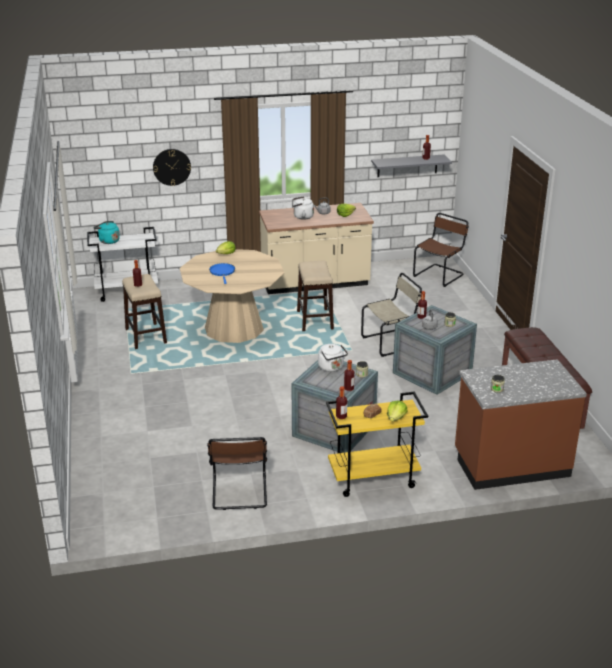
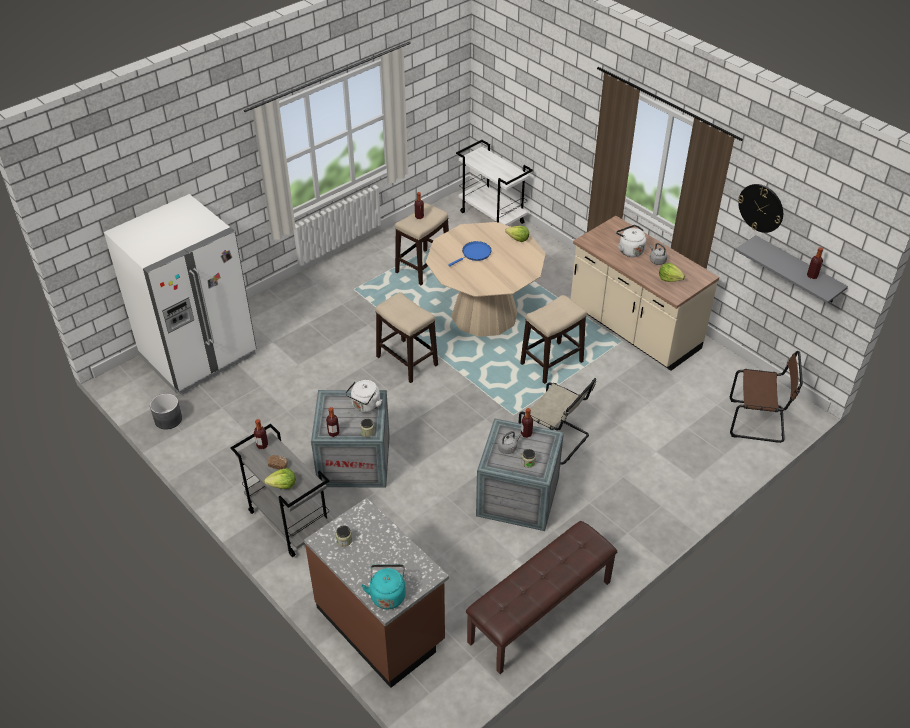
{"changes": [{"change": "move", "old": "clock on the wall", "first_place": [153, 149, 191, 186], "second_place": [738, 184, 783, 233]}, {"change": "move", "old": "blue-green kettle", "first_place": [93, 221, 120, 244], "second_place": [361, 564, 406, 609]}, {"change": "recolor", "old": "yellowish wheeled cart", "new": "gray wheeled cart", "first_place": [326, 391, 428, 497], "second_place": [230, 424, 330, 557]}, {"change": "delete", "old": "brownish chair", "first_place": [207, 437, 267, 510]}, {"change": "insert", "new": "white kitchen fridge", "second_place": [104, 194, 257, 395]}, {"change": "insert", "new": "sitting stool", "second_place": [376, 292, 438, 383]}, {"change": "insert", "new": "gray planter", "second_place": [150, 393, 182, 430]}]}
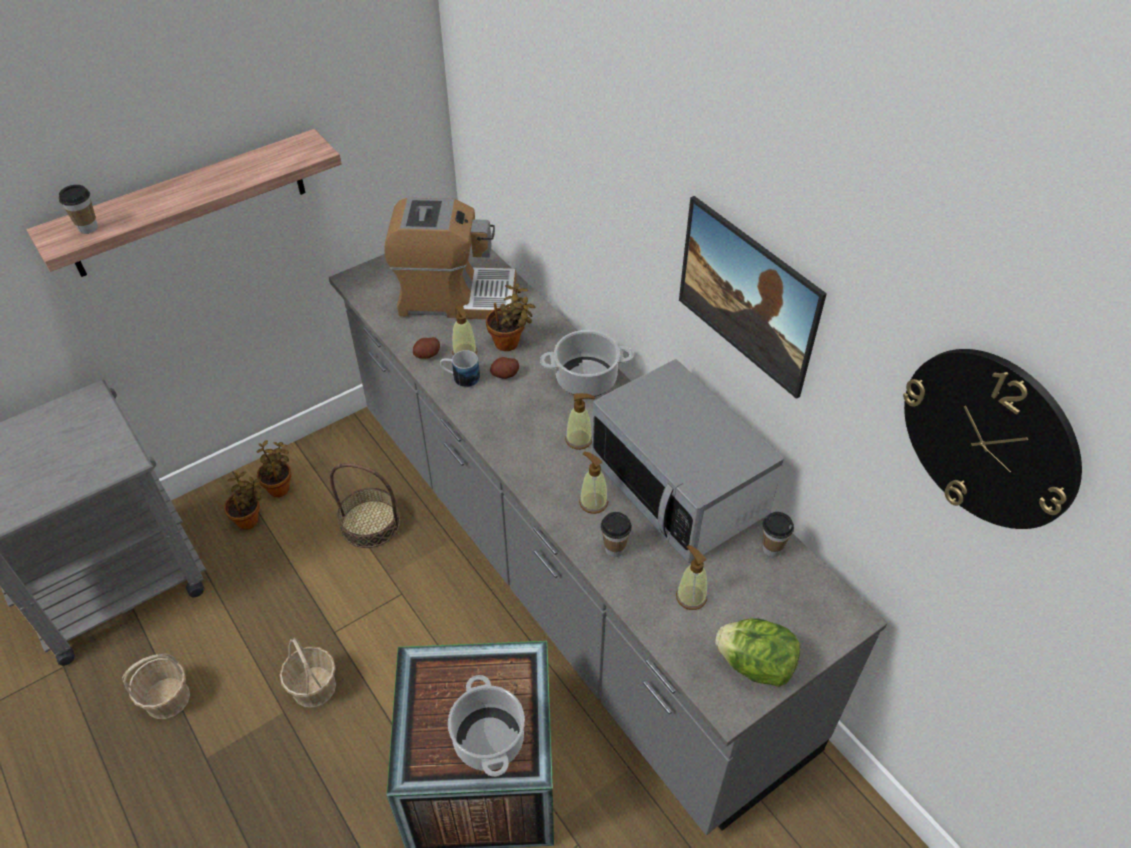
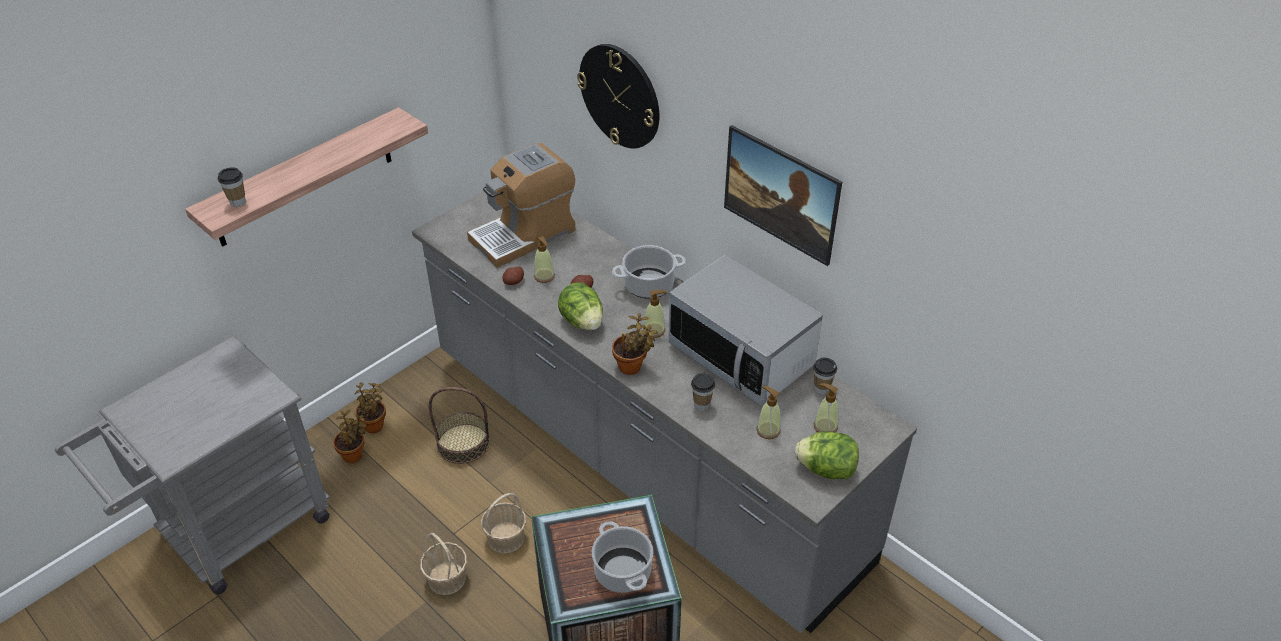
{"changes": [{"change": "rotate", "old": "coffee machine", "first_place": [384, 198, 516, 319], "second_place": [467, 143, 575, 268], "degrees": 150}, {"change": "move", "old": "potted plant", "first_place": [486, 283, 535, 351], "second_place": [612, 313, 658, 375]}, {"change": "move", "old": "clock on the wall", "first_place": [903, 349, 1082, 529], "second_place": [577, 44, 659, 149]}, {"change": "delete", "old": "tea mug", "first_place": [440, 350, 480, 387]}, {"change": "move", "old": "soap dispenser", "first_place": [579, 452, 608, 514], "second_place": [814, 383, 839, 432]}, {"change": "move", "old": "basket", "first_place": [122, 653, 190, 719], "second_place": [481, 493, 527, 554]}, {"change": "insert", "new": "head of lettuce", "second_place": [558, 282, 603, 330]}]}
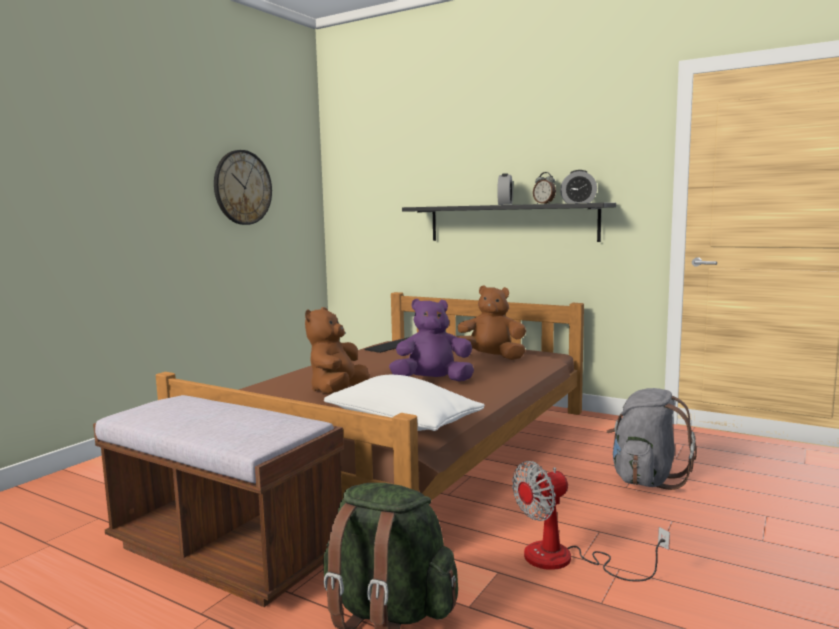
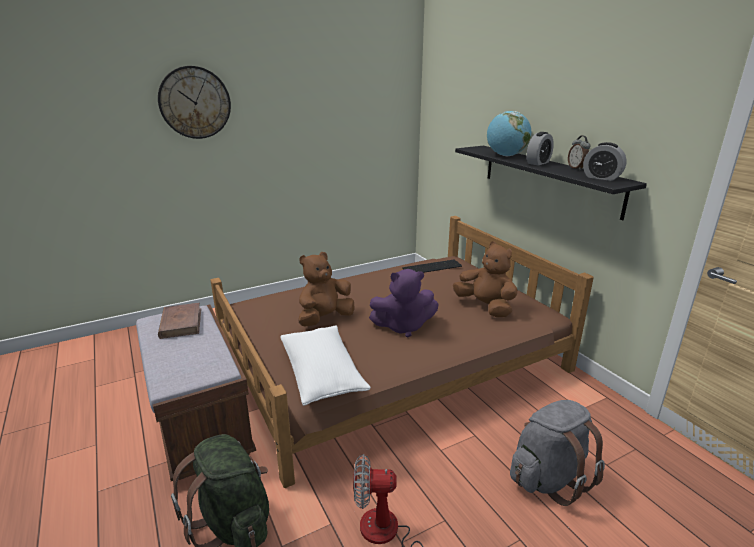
{"changes": [{"change": "move", "old": "clock on the wall", "first_place": [214, 150, 272, 225], "second_place": [158, 66, 231, 139]}, {"change": "rotate", "old": "purple-coloured cuddly toy", "first_place": [389, 299, 474, 381], "second_place": [369, 269, 439, 337], "degrees": 150}, {"change": "insert", "new": "globe", "second_place": [487, 111, 531, 156]}, {"change": "insert", "new": "brownish book", "second_place": [158, 303, 201, 339]}]}
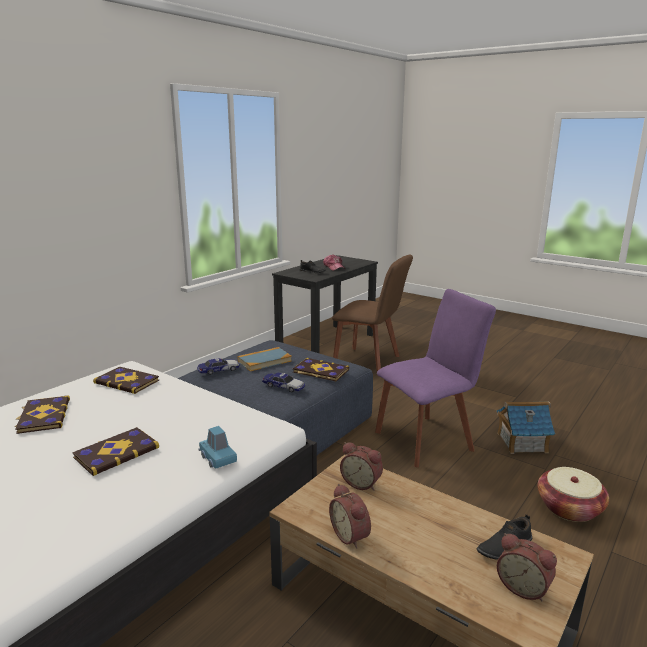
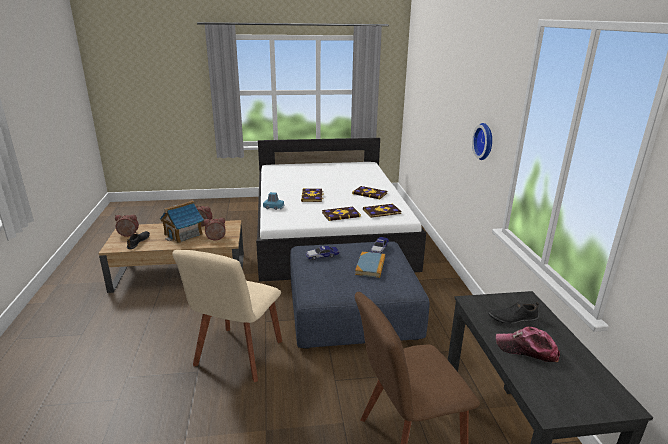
{"changes": [{"change": "recolor", "old": "purple-coloured chair", "new": "beige chair", "first_place": [375, 289, 496, 468], "second_place": [173, 250, 282, 382]}, {"change": "move", "old": "book", "first_place": [293, 358, 349, 381], "second_place": [322, 207, 361, 221]}, {"change": "move", "old": "model house", "first_place": [497, 401, 555, 454], "second_place": [160, 200, 204, 243]}, {"change": "delete", "old": "basket", "first_place": [538, 467, 609, 522]}, {"change": "insert", "new": "clock on the wall", "second_place": [472, 123, 492, 160]}]}
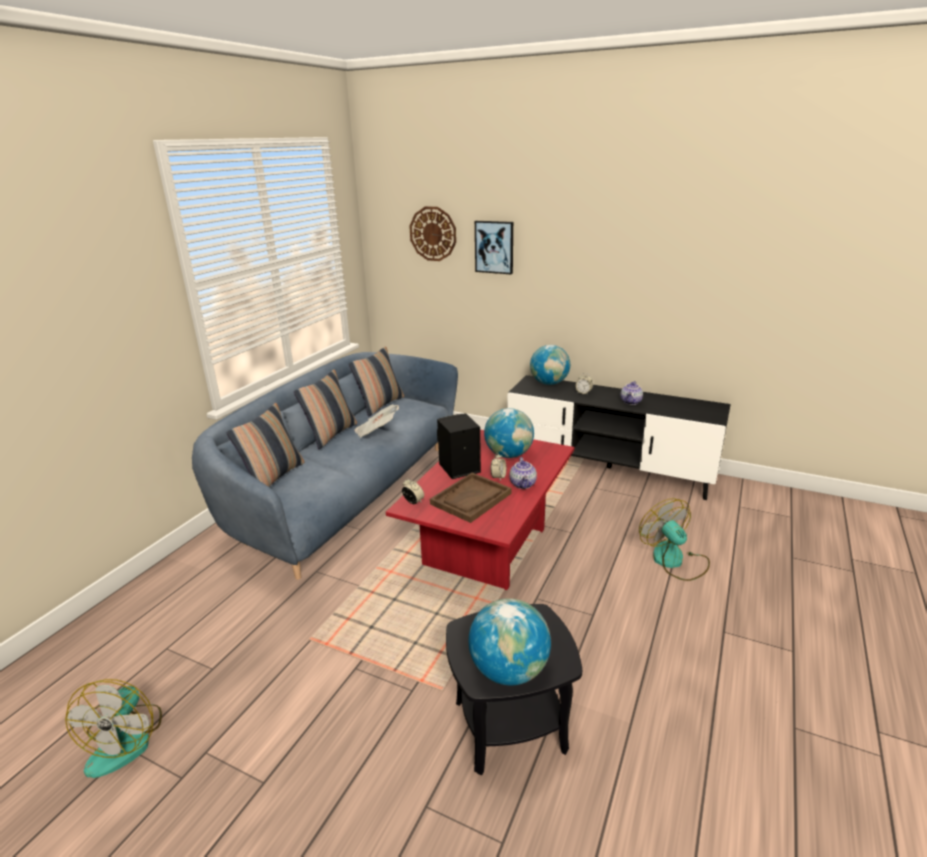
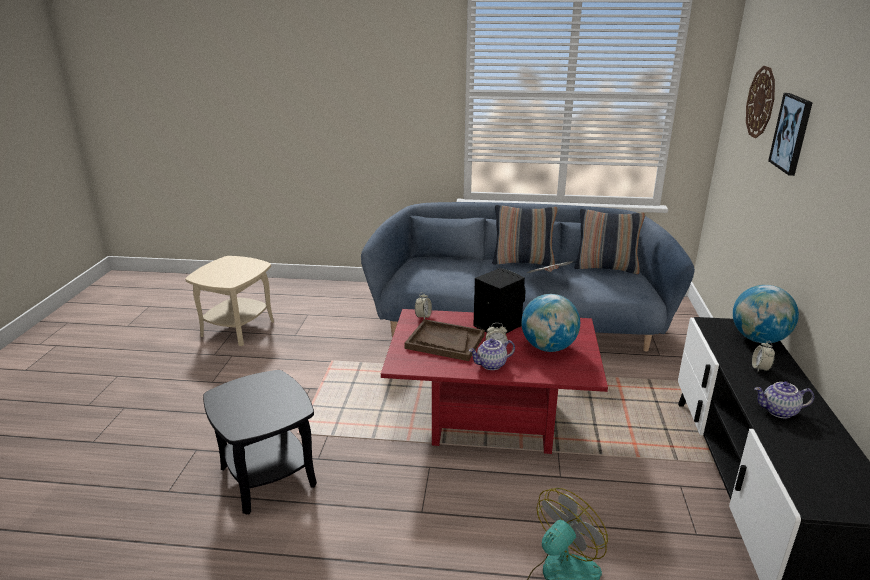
{"changes": [{"change": "delete", "old": "pillow", "first_place": [227, 403, 304, 487]}, {"change": "delete", "old": "globe", "first_place": [469, 598, 551, 685]}, {"change": "replace", "old": "electric fan", "new": "beige end table", "first_place": [65, 679, 162, 778], "second_place": [185, 256, 274, 346]}]}
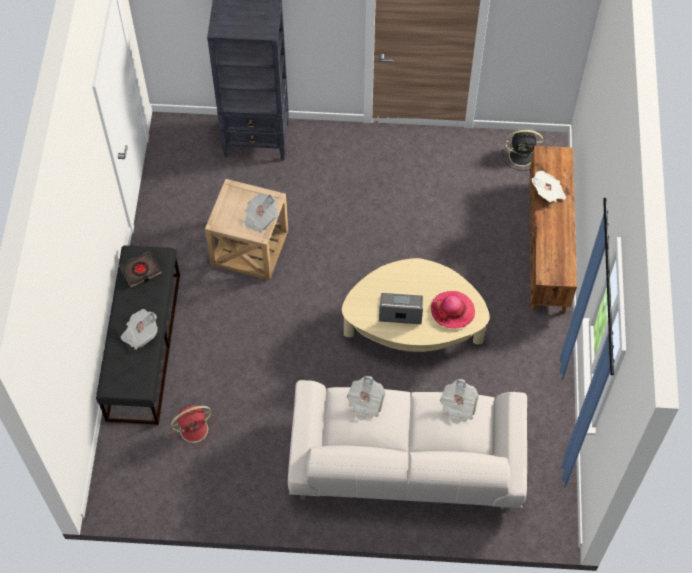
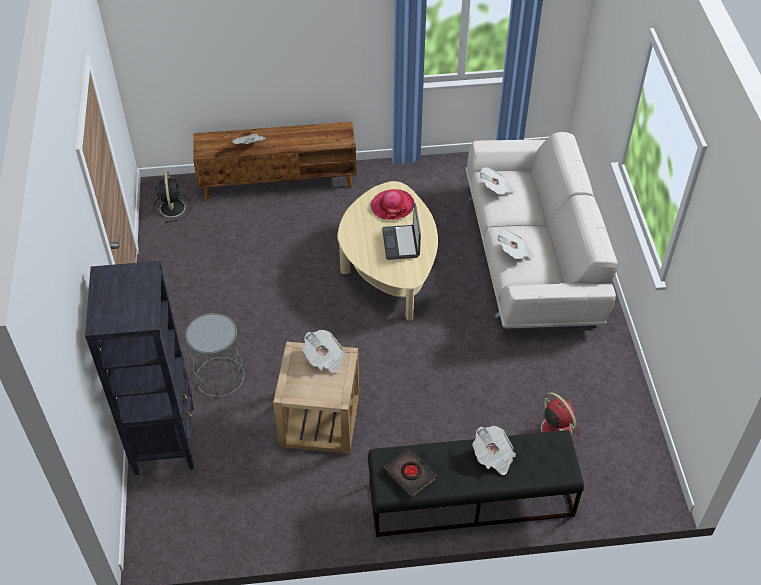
{"changes": [{"change": "insert", "new": "gray end table", "second_place": [185, 313, 244, 397]}]}
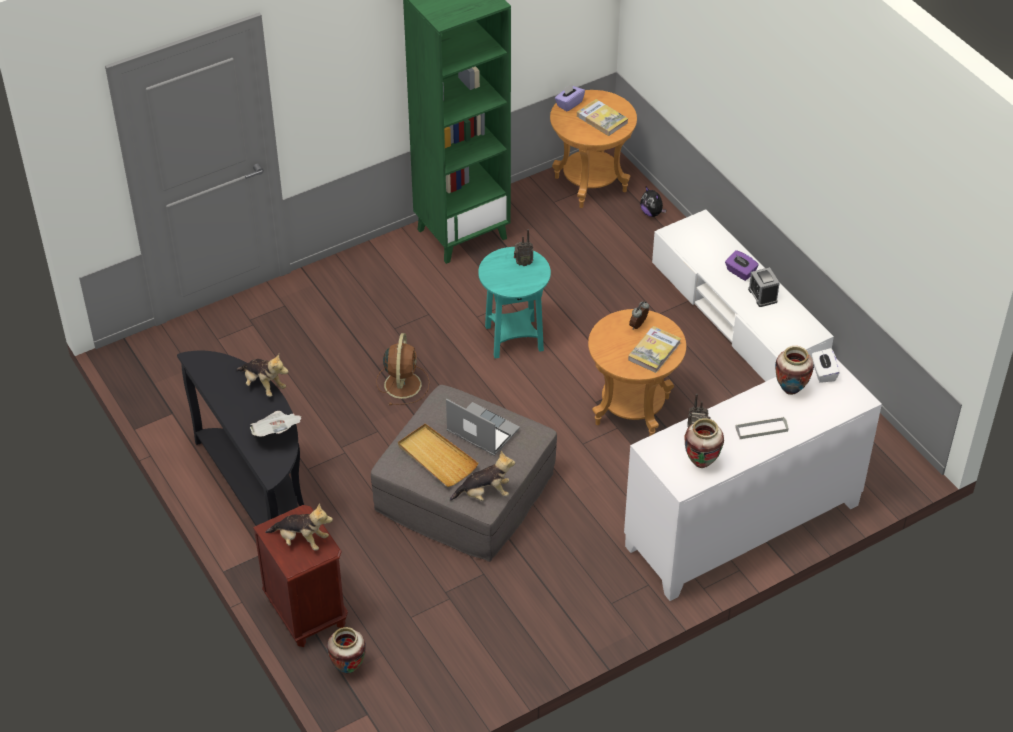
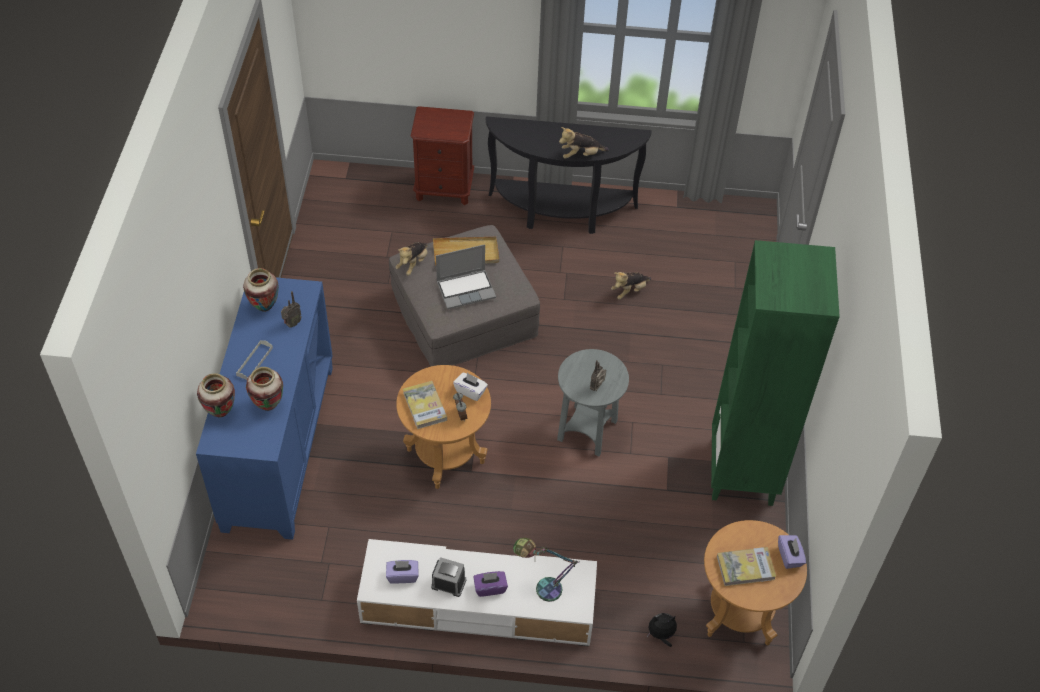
{"changes": [{"change": "recolor", "old": "blue-green end table", "new": "gray end table", "first_place": [478, 247, 551, 358], "second_place": [557, 349, 629, 456]}, {"change": "delete", "old": "brownish electric fan", "first_place": [376, 333, 430, 405]}, {"change": "move", "old": "white tissue box", "first_place": [812, 348, 840, 383], "second_place": [453, 373, 488, 401]}, {"change": "recolor", "old": "white cabinet", "new": "blue cabinet", "first_place": [624, 360, 882, 601], "second_place": [196, 277, 333, 540]}, {"change": "delete", "old": "printed paper", "first_place": [250, 411, 301, 437]}, {"change": "move", "old": "cuddly toy", "first_place": [265, 503, 333, 551], "second_place": [611, 272, 651, 300]}, {"change": "move", "old": "decorative vase", "first_place": [327, 627, 366, 673], "second_place": [197, 373, 235, 417]}, {"change": "insert", "new": "table lamp", "second_place": [513, 538, 579, 602]}, {"change": "insert", "new": "purple-coloured tissue box", "second_place": [386, 560, 419, 584]}]}
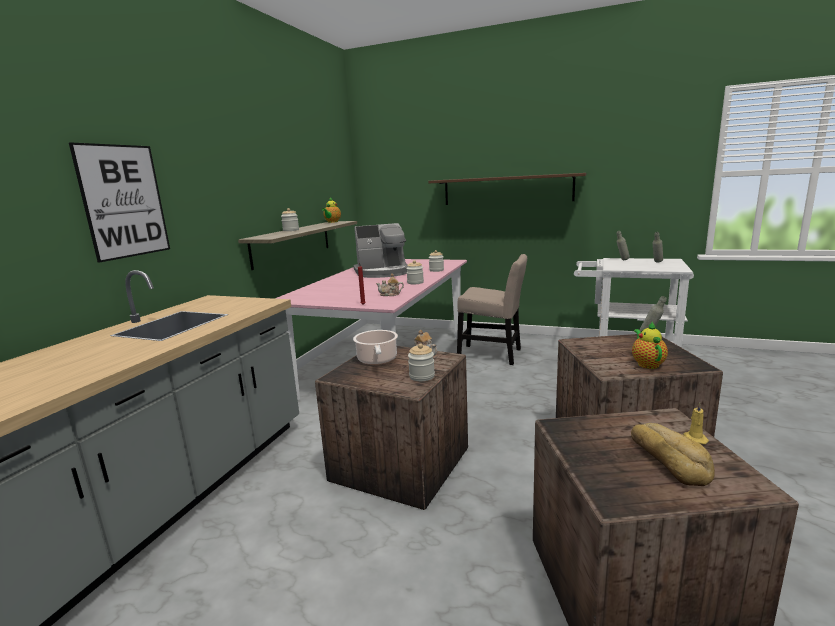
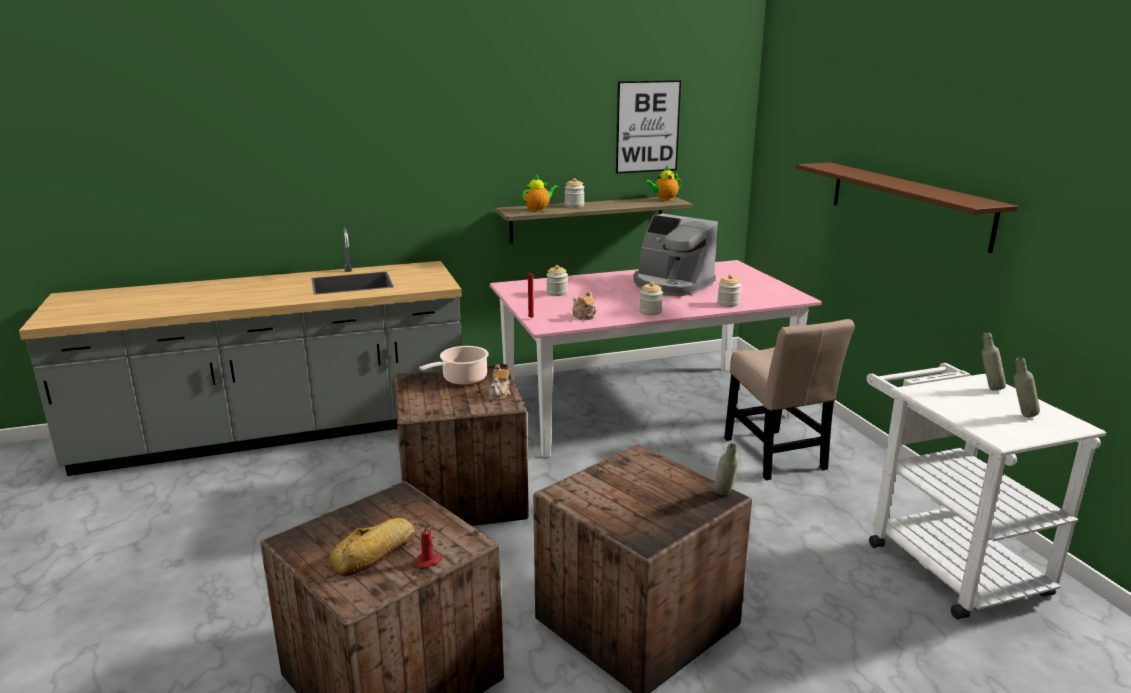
{"changes": [{"change": "move", "old": "wall picture", "first_place": [69, 142, 170, 263], "second_place": [616, 80, 681, 173]}, {"change": "move", "old": "tea pot", "first_place": [632, 322, 668, 369], "second_place": [522, 174, 558, 212]}, {"change": "move", "old": "jar", "first_place": [408, 343, 435, 381], "second_place": [546, 265, 568, 296]}, {"change": "recolor", "old": "yellowish candle", "new": "red-coloured candle", "first_place": [683, 402, 709, 444], "second_place": [415, 524, 443, 568]}]}
